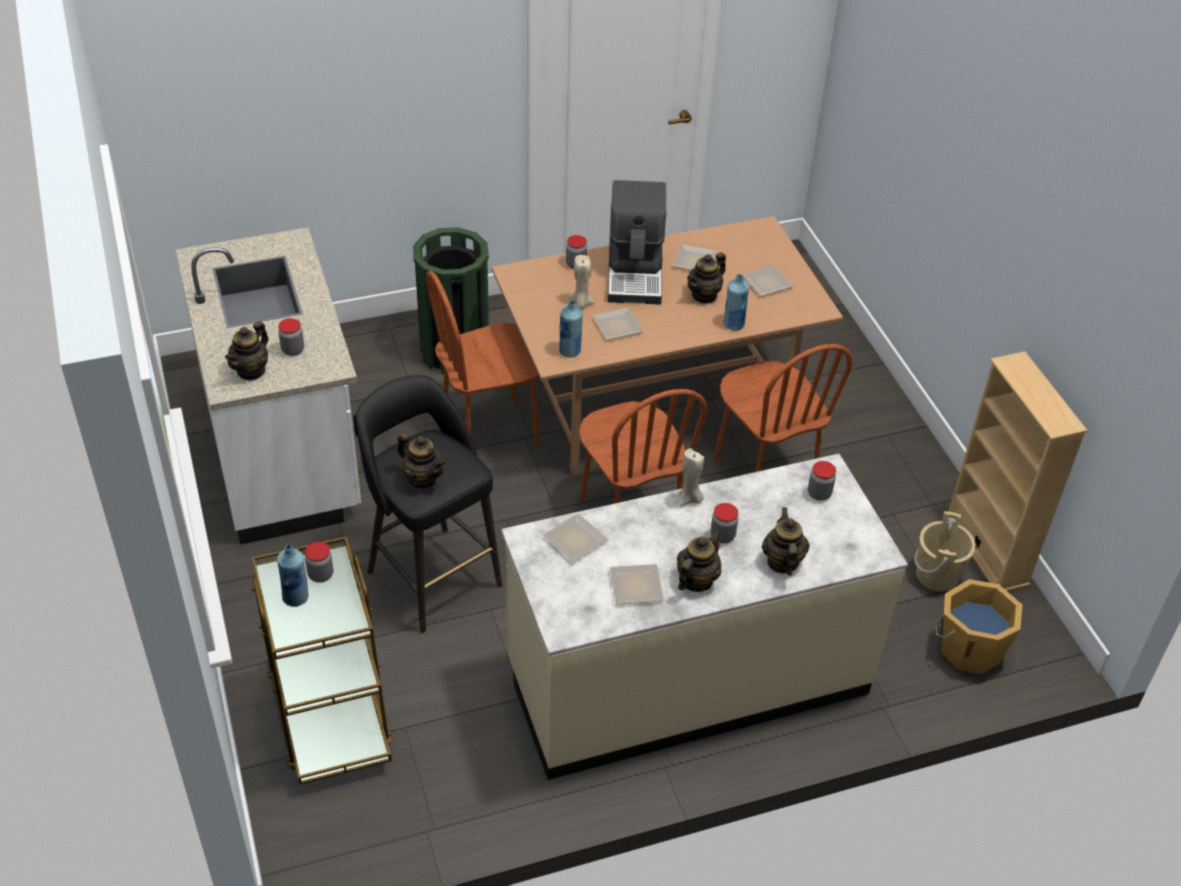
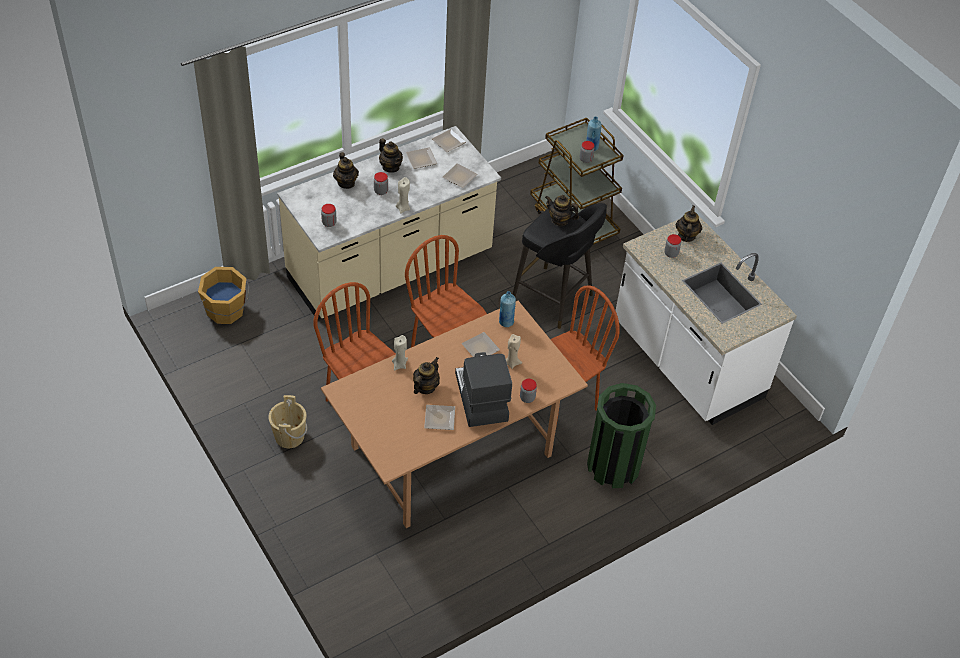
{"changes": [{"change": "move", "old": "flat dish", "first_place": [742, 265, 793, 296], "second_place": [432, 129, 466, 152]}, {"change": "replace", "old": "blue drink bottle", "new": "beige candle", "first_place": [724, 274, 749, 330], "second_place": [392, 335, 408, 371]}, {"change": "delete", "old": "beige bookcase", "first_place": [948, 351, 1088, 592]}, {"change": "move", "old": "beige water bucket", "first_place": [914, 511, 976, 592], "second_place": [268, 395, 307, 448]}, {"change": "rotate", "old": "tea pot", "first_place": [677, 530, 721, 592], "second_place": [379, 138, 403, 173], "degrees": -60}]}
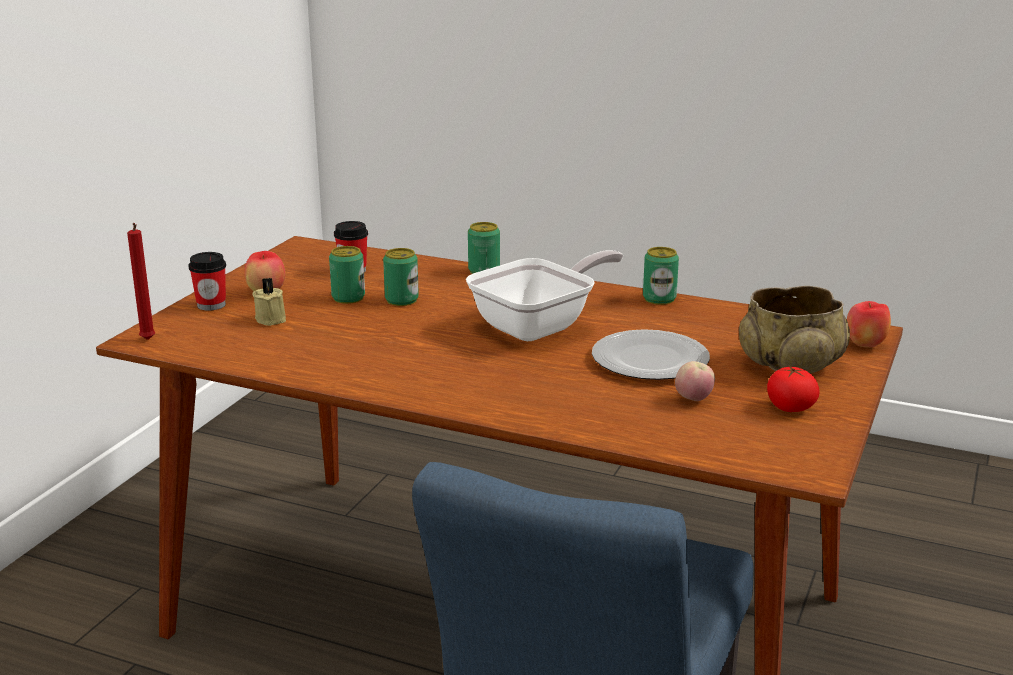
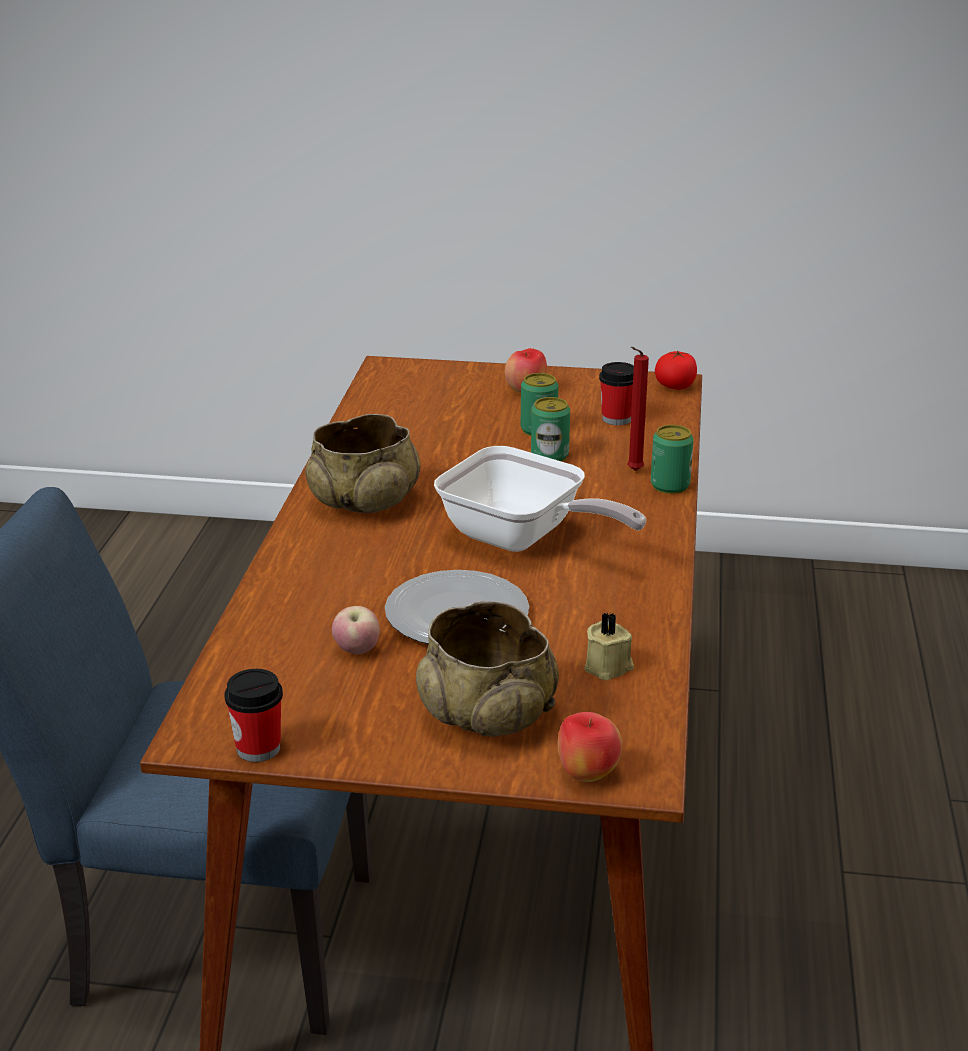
{"changes": [{"change": "move", "old": "red-coloured candle", "first_place": [127, 223, 155, 340], "second_place": [627, 347, 649, 471]}, {"change": "delete", "old": "sealed can", "first_place": [643, 247, 679, 305]}, {"change": "move", "old": "small cup", "first_place": [188, 252, 226, 311], "second_place": [224, 669, 283, 762]}, {"change": "move", "old": "beige candle", "first_place": [252, 278, 286, 326], "second_place": [585, 613, 634, 680]}, {"change": "move", "old": "whole tomato", "first_place": [767, 365, 820, 412], "second_place": [655, 350, 697, 390]}, {"change": "insert", "new": "beige bowl", "second_place": [305, 414, 421, 513]}]}
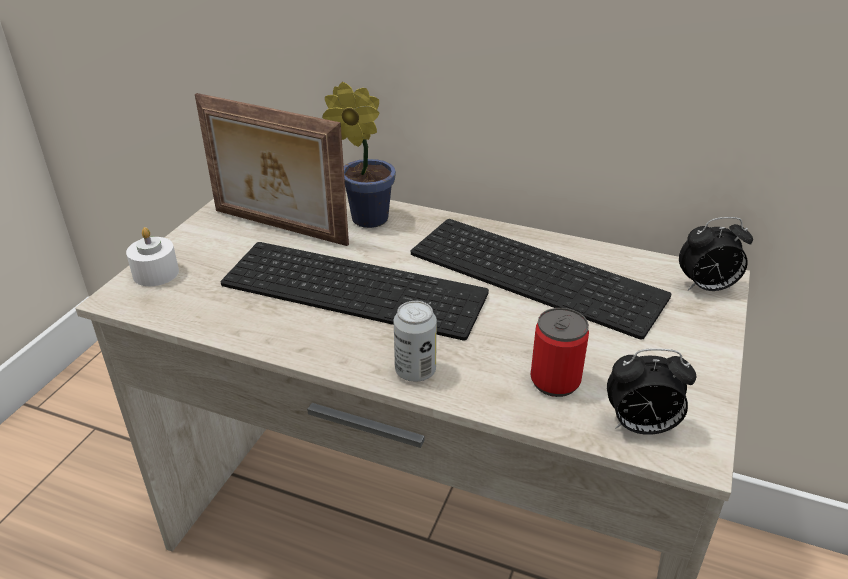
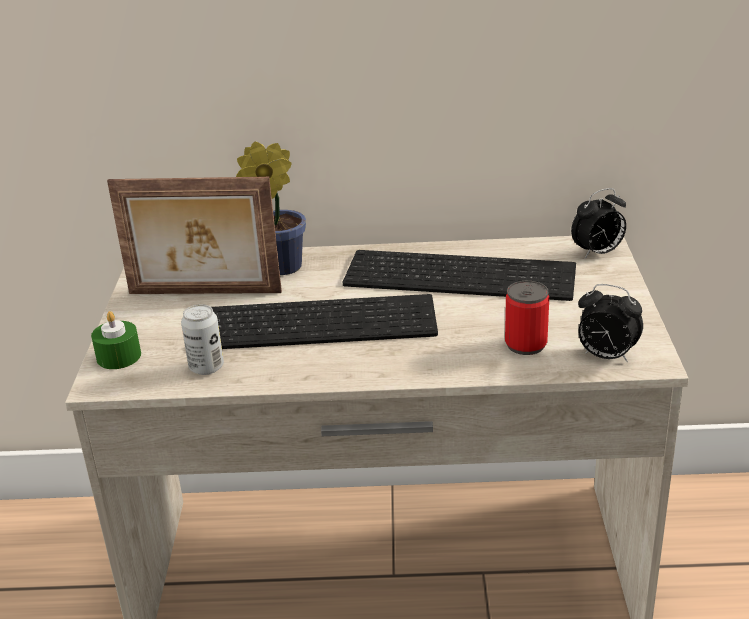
{"changes": [{"change": "recolor", "old": "white candle", "new": "green-coloured candle", "first_place": [126, 227, 179, 286], "second_place": [91, 311, 141, 369]}, {"change": "move", "old": "sealed can", "first_place": [394, 301, 437, 382], "second_place": [181, 304, 224, 375]}, {"change": "rotate", "old": "table clock", "first_place": [607, 348, 697, 435], "second_place": [578, 284, 643, 362], "degrees": 45}]}
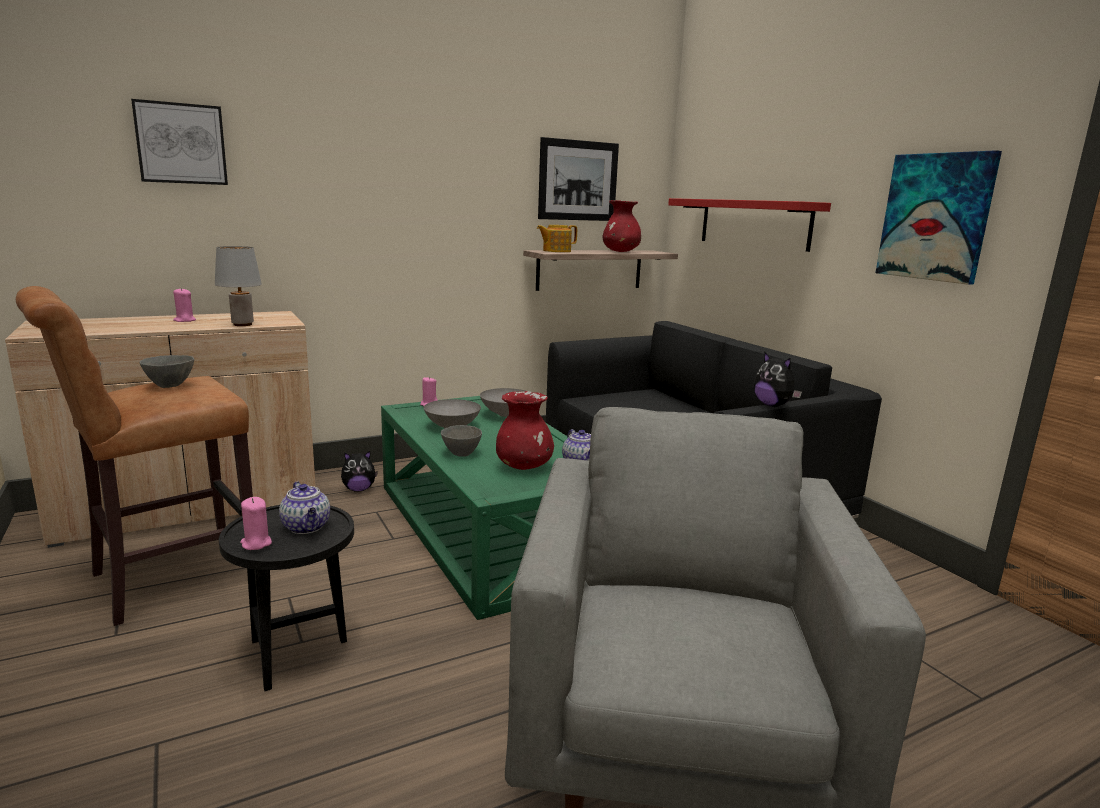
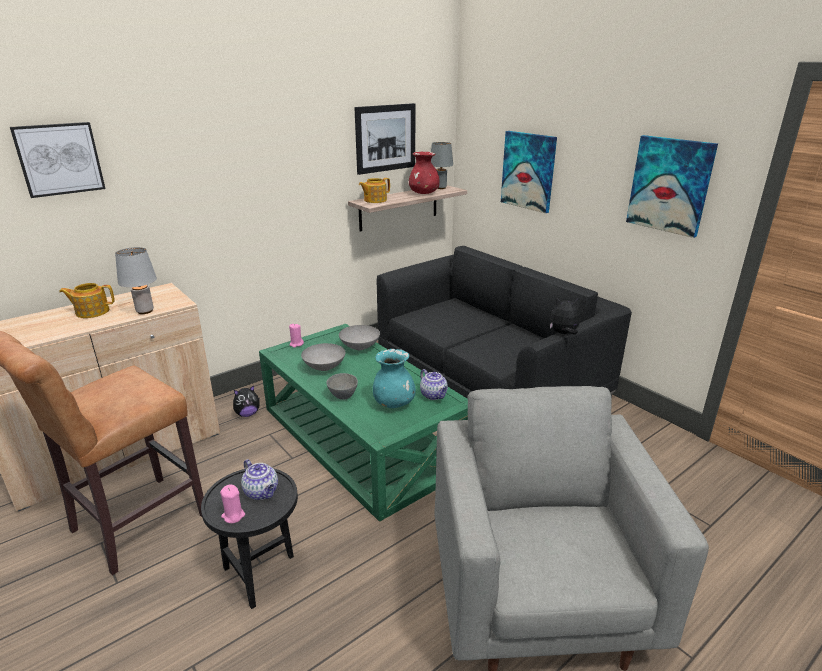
{"changes": [{"change": "replace", "old": "red-coloured shelf", "new": "wall picture", "first_place": [668, 198, 831, 252], "second_place": [501, 131, 557, 213]}, {"change": "replace", "old": "pinkish candle", "new": "tea pot", "first_place": [173, 288, 196, 322], "second_place": [59, 283, 115, 318]}, {"change": "rotate", "old": "cuddly toy", "first_place": [754, 352, 802, 407], "second_place": [550, 298, 580, 335], "degrees": 135}, {"change": "delete", "old": "gray bowl", "first_place": [140, 355, 194, 388]}, {"change": "recolor", "old": "red-coloured decorative vase", "new": "blue-green decorative vase", "first_place": [496, 391, 554, 470], "second_place": [373, 349, 416, 408]}, {"change": "insert", "new": "gray table lamp", "second_place": [431, 142, 453, 189]}]}
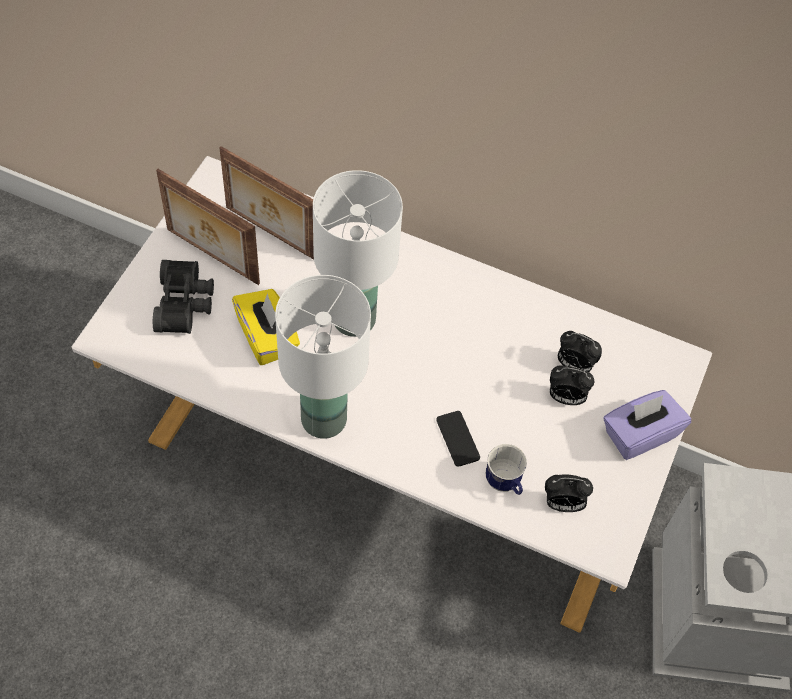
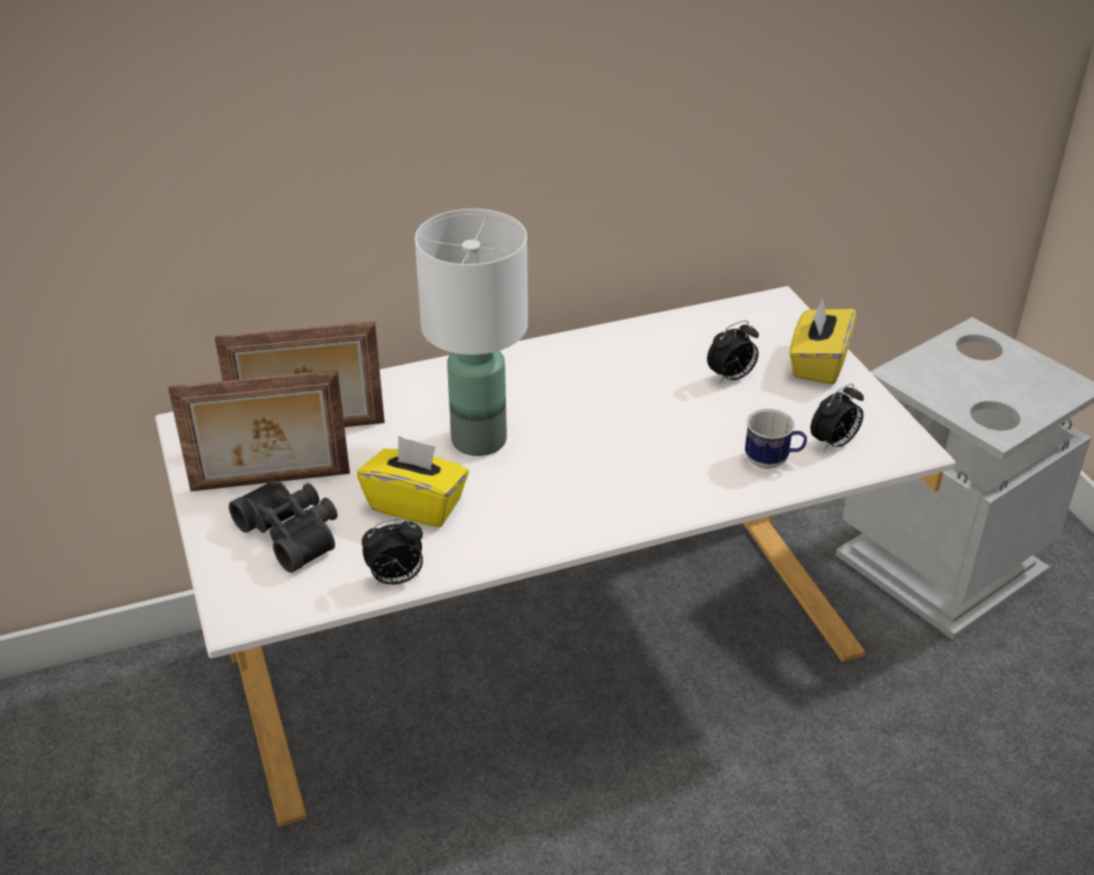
{"changes": [{"change": "delete", "old": "white table lamp", "first_place": [275, 275, 371, 439]}, {"change": "move", "old": "table clock", "first_place": [558, 331, 602, 372], "second_place": [362, 518, 423, 585]}, {"change": "recolor", "old": "purple-coloured tissue box", "new": "yellowish tissue box", "first_place": [603, 390, 691, 460], "second_place": [789, 298, 856, 385]}, {"change": "delete", "old": "phone", "first_place": [436, 411, 480, 467]}]}
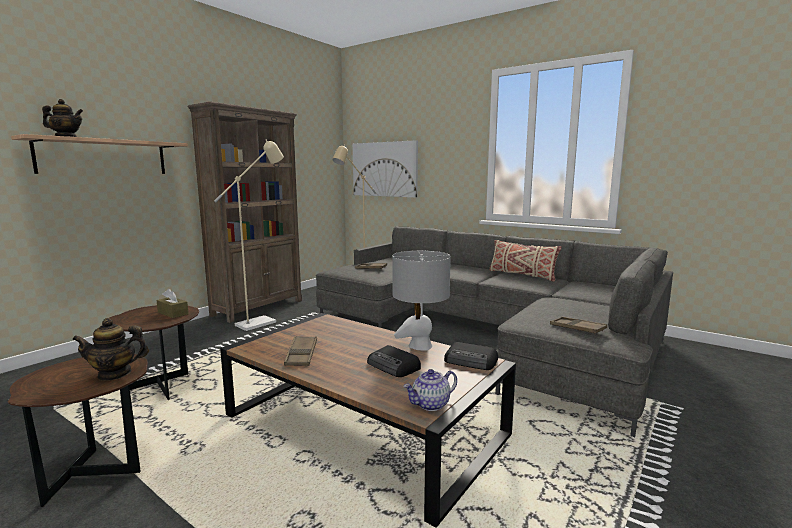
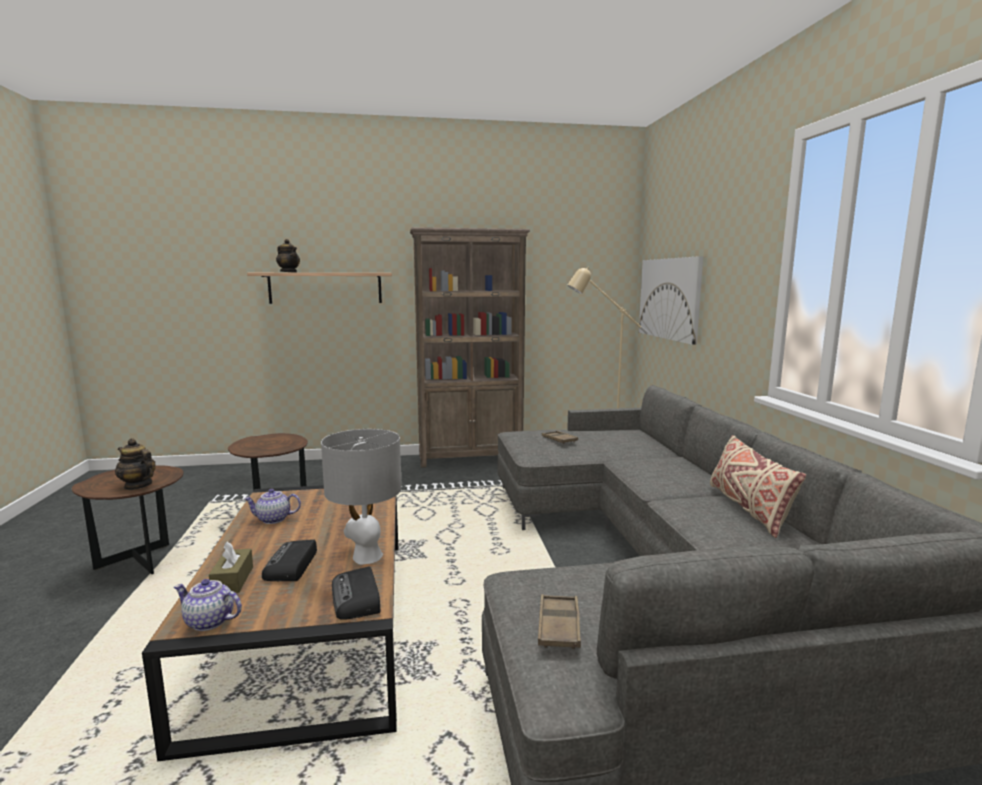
{"changes": [{"change": "delete", "old": "beige standard lamp", "first_place": [214, 140, 284, 331]}, {"change": "move", "old": "brownish tissue box", "first_place": [156, 289, 189, 318], "second_place": [209, 542, 253, 593]}, {"change": "replace", "old": "brownish carrying tray", "new": "tea pot", "first_place": [284, 336, 317, 366], "second_place": [244, 489, 301, 524]}]}
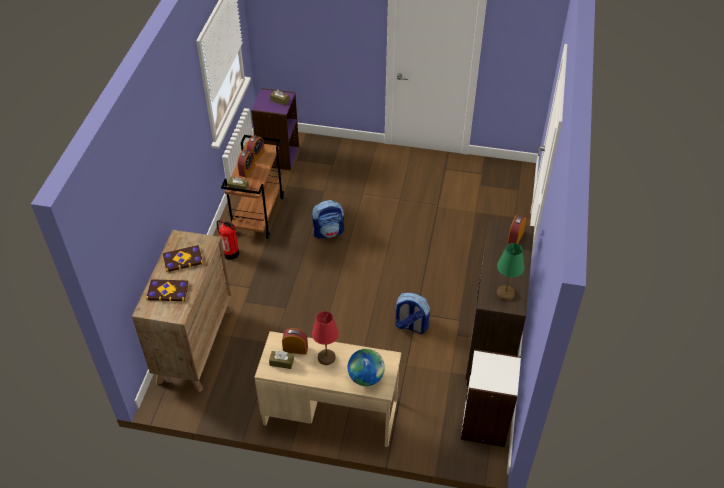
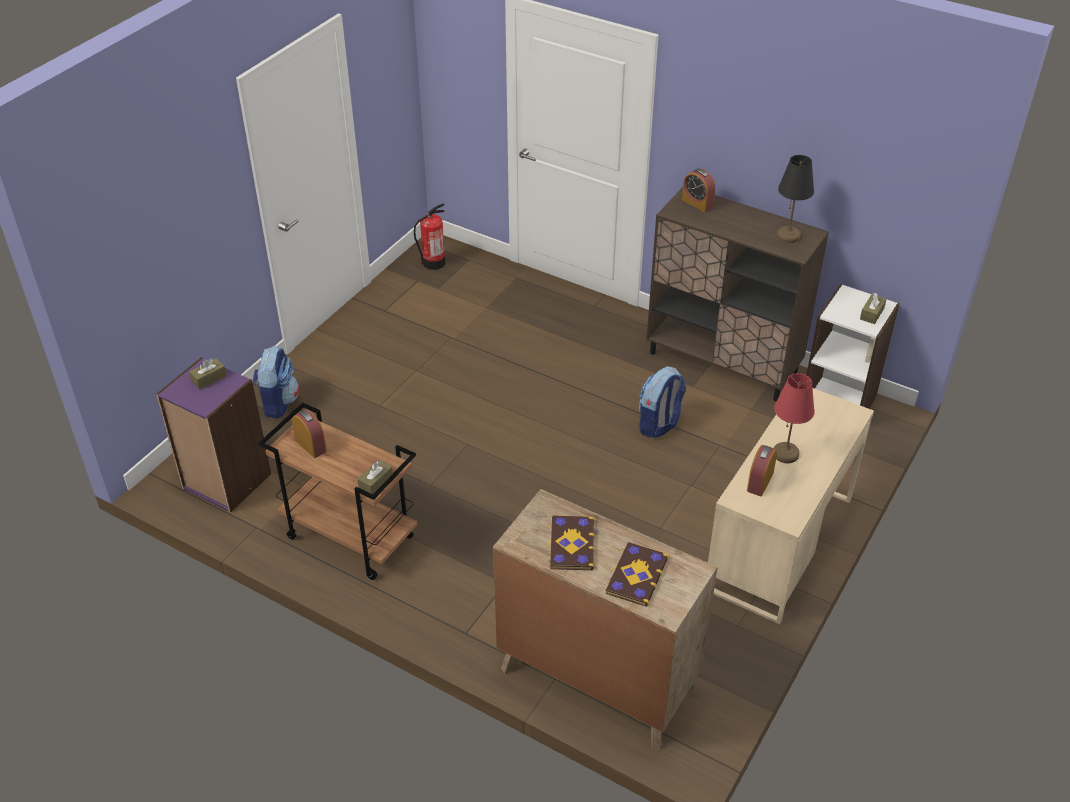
{"changes": [{"change": "delete", "old": "table clock", "first_place": [237, 150, 255, 177]}, {"change": "move", "old": "rucksack", "first_place": [312, 200, 344, 239], "second_place": [253, 346, 299, 419]}, {"change": "move", "old": "fire extinguisher", "first_place": [217, 220, 239, 260], "second_place": [414, 203, 446, 270]}, {"change": "recolor", "old": "green-coloured table lamp", "new": "black table lamp", "first_place": [497, 243, 525, 301], "second_place": [777, 155, 814, 243]}, {"change": "delete", "old": "globe", "first_place": [348, 349, 385, 386]}, {"change": "move", "old": "brownish tissue box", "first_place": [269, 351, 294, 369], "second_place": [860, 293, 887, 324]}]}
